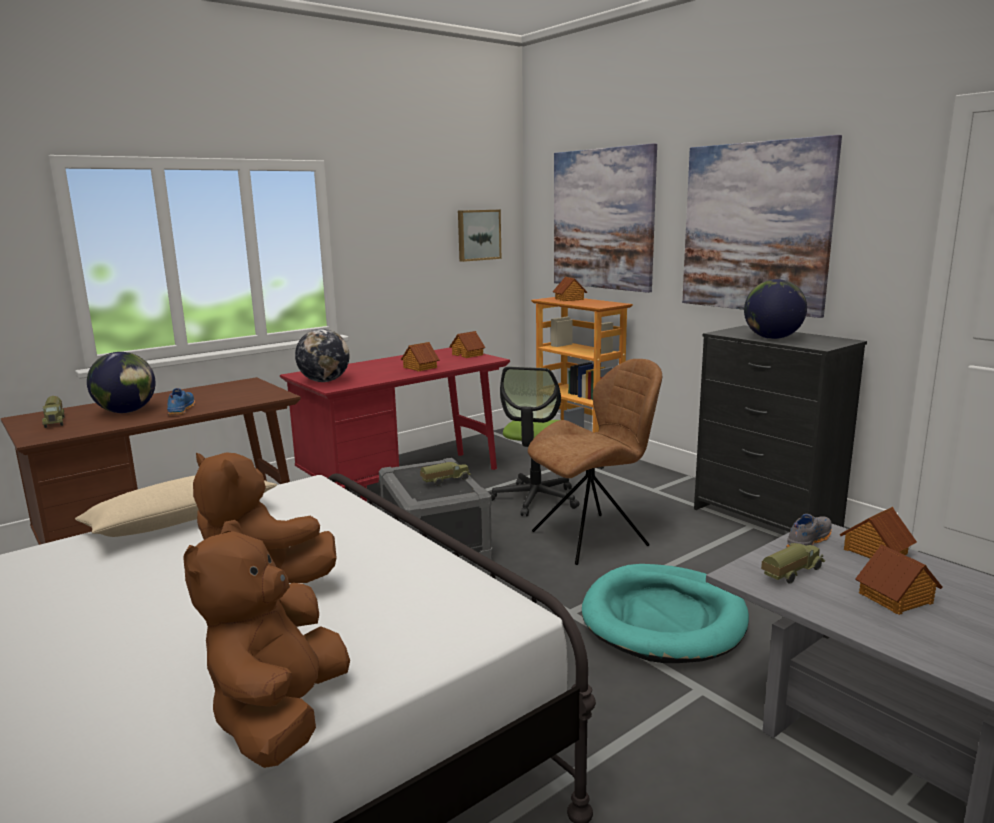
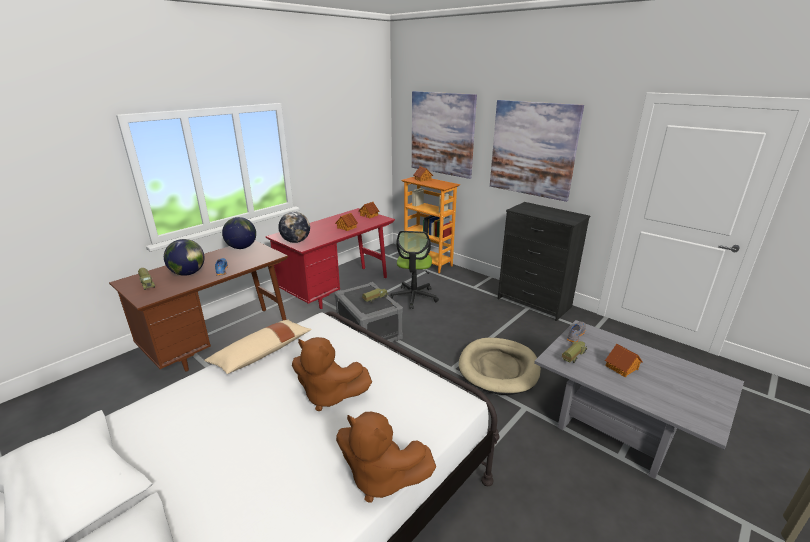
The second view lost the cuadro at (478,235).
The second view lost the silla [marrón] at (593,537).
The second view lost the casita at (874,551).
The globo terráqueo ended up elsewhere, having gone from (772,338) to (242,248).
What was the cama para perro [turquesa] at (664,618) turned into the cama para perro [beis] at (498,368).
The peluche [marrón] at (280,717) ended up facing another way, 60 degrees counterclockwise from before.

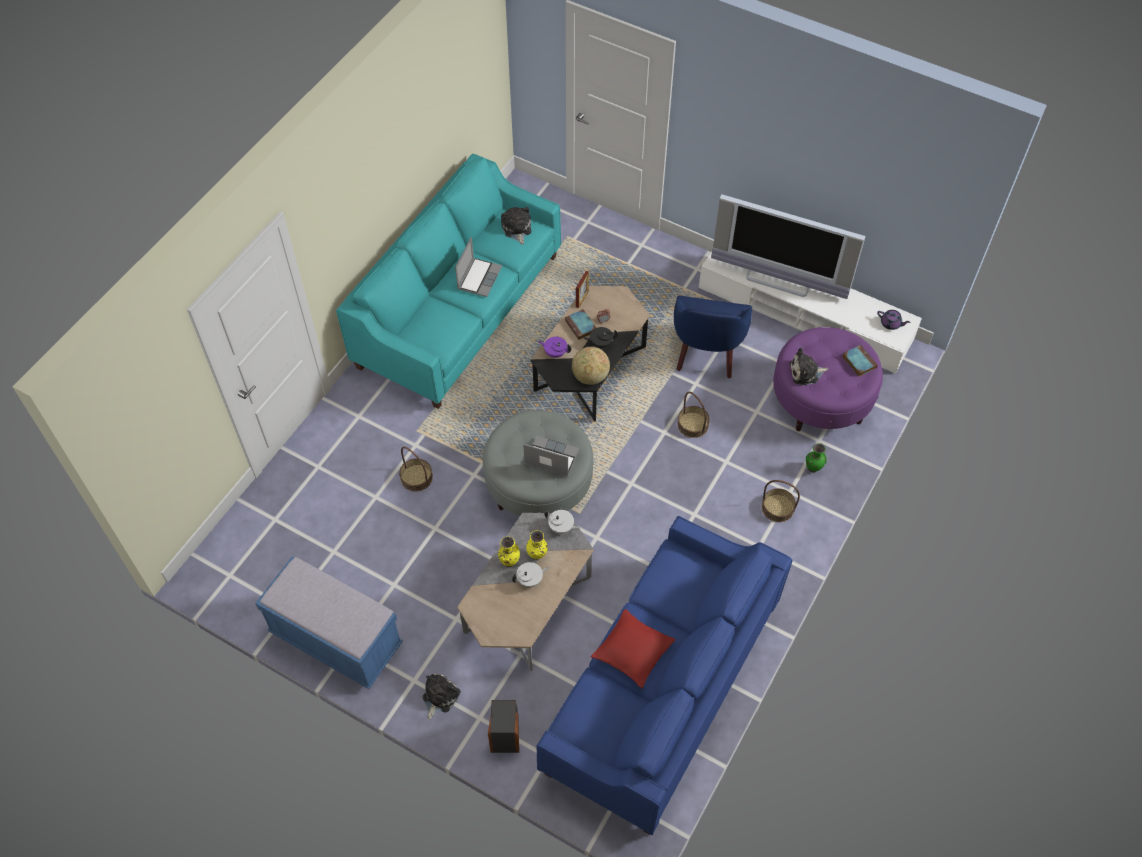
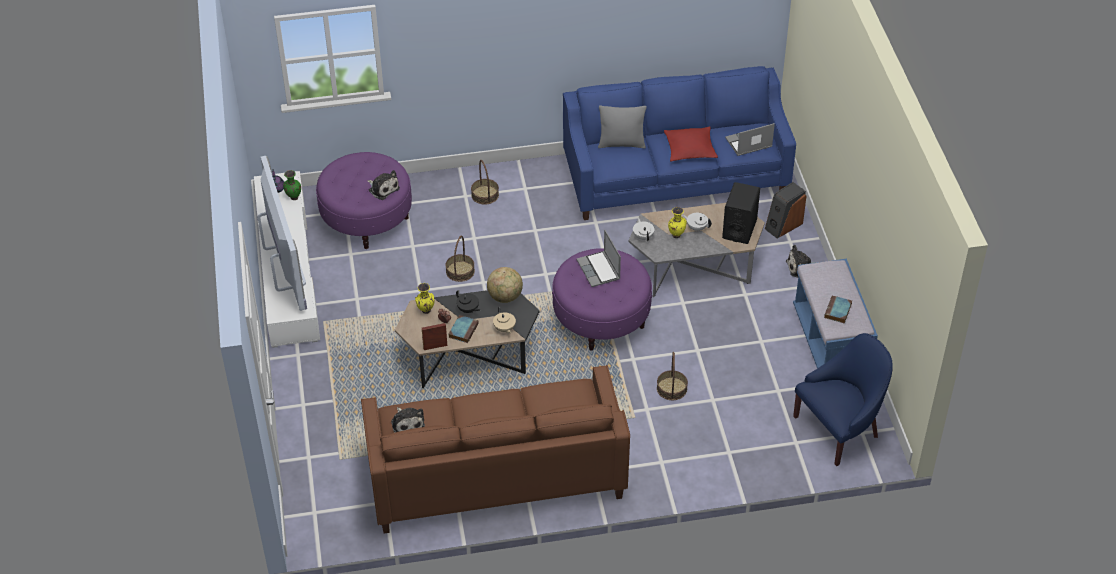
The second view gained the cojín [gris] at (621,144).
The second view gained the altavoz [negro] at (739,229).
The portátil ended up elsewhere, having gone from (479,277) to (748,143).
The florero [amarillo] ended up elsewhere, having gone from (509,562) to (425,311).
The sillón [azul] ended up elsewhere, having gone from (706,353) to (839,429).
The florero [verde] ended up elsewhere, having gone from (813,468) to (293,198).
The libro ended up elsewhere, having gone from (858,362) to (838,311).
What was the sofá [turquesa] at (459,311) turned into the sofá [marrón] at (495,474).
What was the puf [gris] at (538,485) turned into the puf [morado] at (601,319).
What was the tetera [morado] at (555,353) turned into the tetera [beis] at (504,329).
The peluche at (516,229) ended up facing another way, 60 degrees counterclockwise from before.

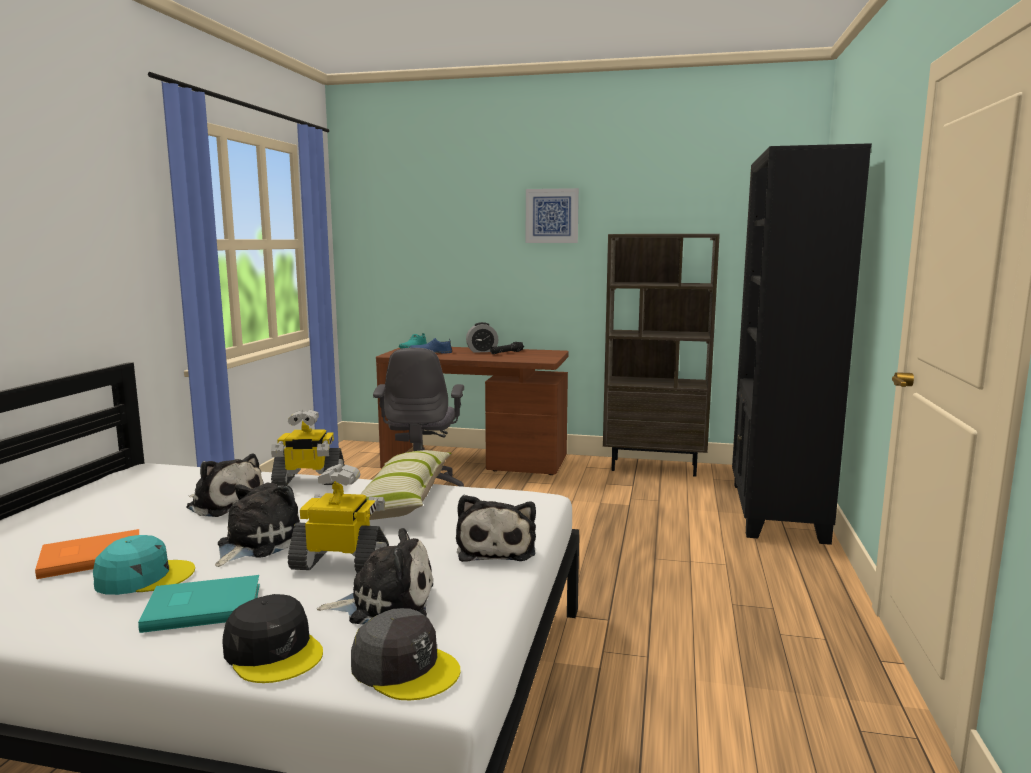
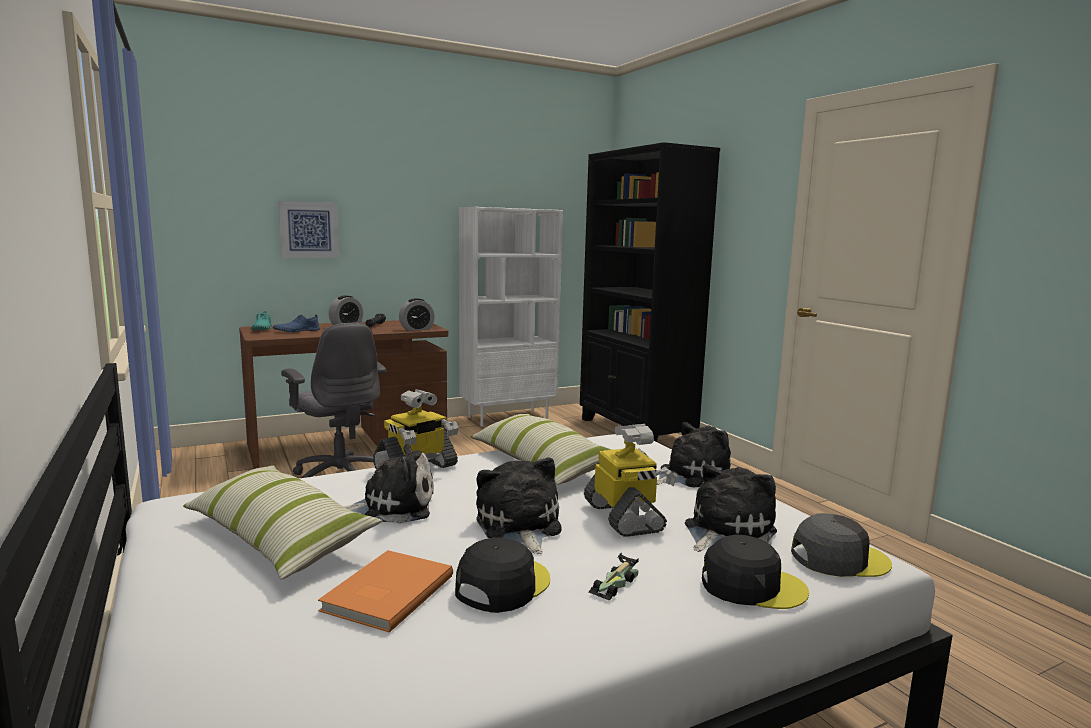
The second view gained the cojín at (278,537).
The second view gained the despertador at (416,329).
The cuadro ended up elsewhere, having gone from (552,216) to (309,230).
Where the libro [turquesa] stood at (202,606), the coche de juguete came to stand at (616,583).
What was the gorra [turquesa] at (144,577) turned into the gorra [negro] at (502,585).
What was the estantería [marrón] at (654,467) turned into the estantería [blanco] at (508,417).
The robot de juguete at (341,563) ended up facing another way, 105 degrees clockwise from before.
The peluche at (496,548) ended up facing another way, 75 degrees counterclockwise from before.

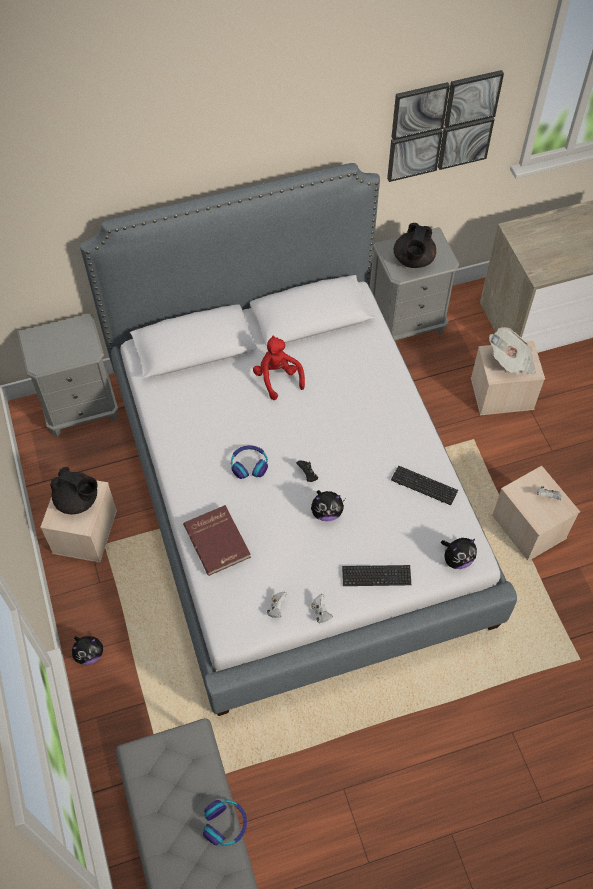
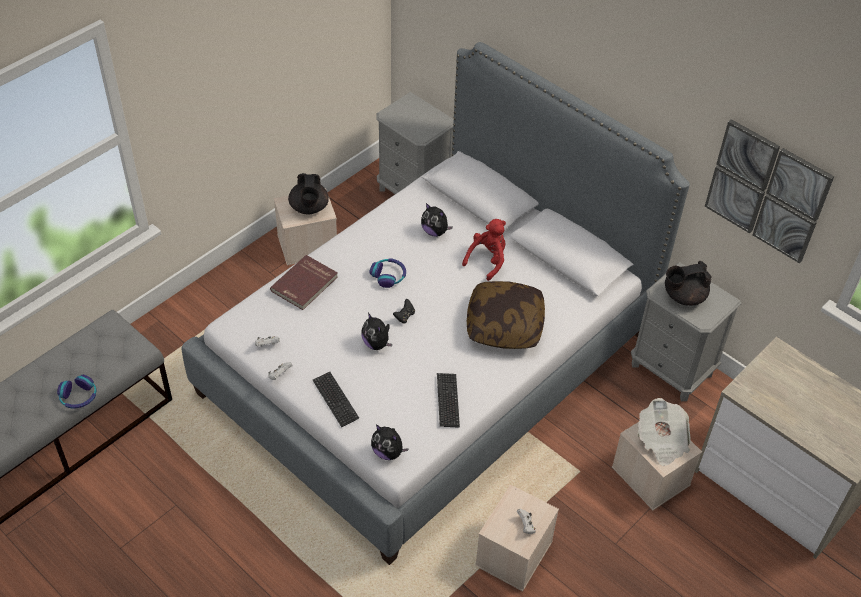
The second view gained the cojín at (504,325).
The peluche ended up elsewhere, having gone from (89,654) to (435,231).

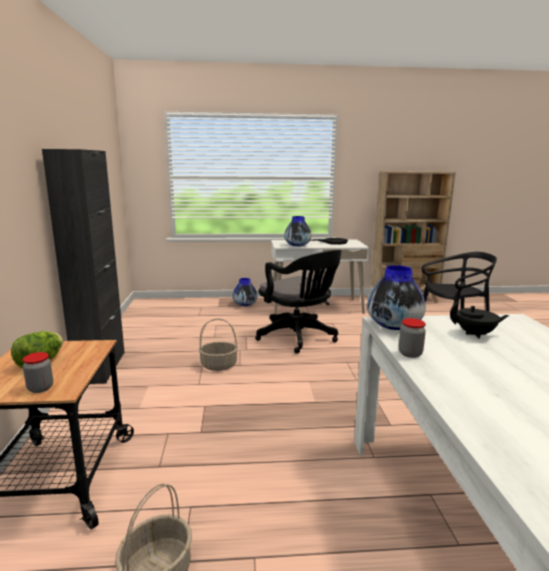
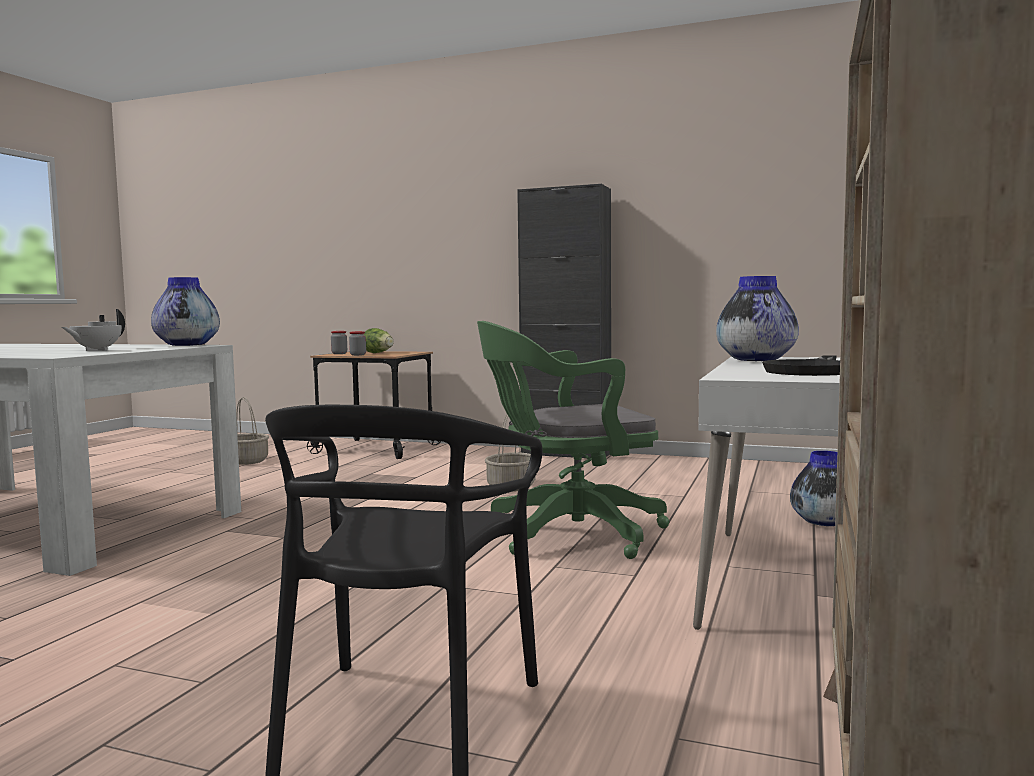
The tarro ended up elsewhere, having gone from (410,354) to (358,355).
What was the silla de oficina [negro] at (299,338) turned into the silla de oficina [verde] at (567,534).
What was the tetera [negro] at (476,334) turned into the tetera [blanco] at (96,350).

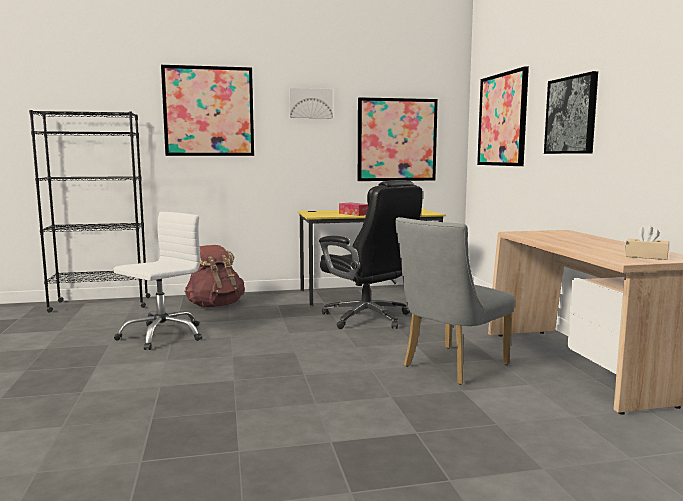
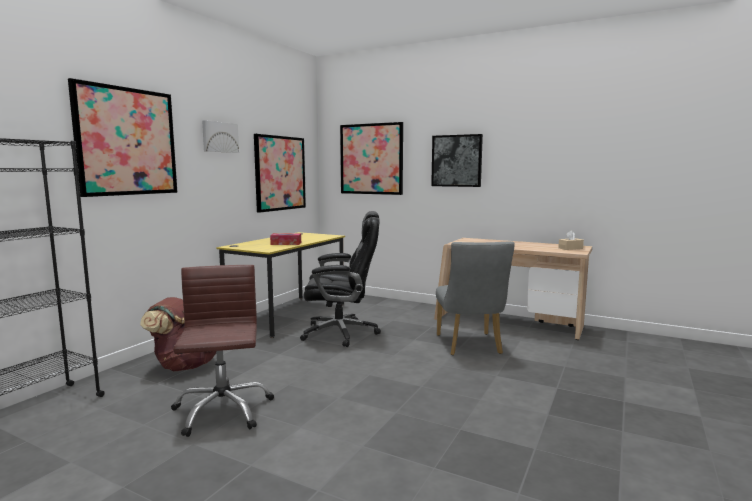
What was the silla de oficina [blanco] at (162,335) turned into the silla de oficina [marrón] at (222,411).

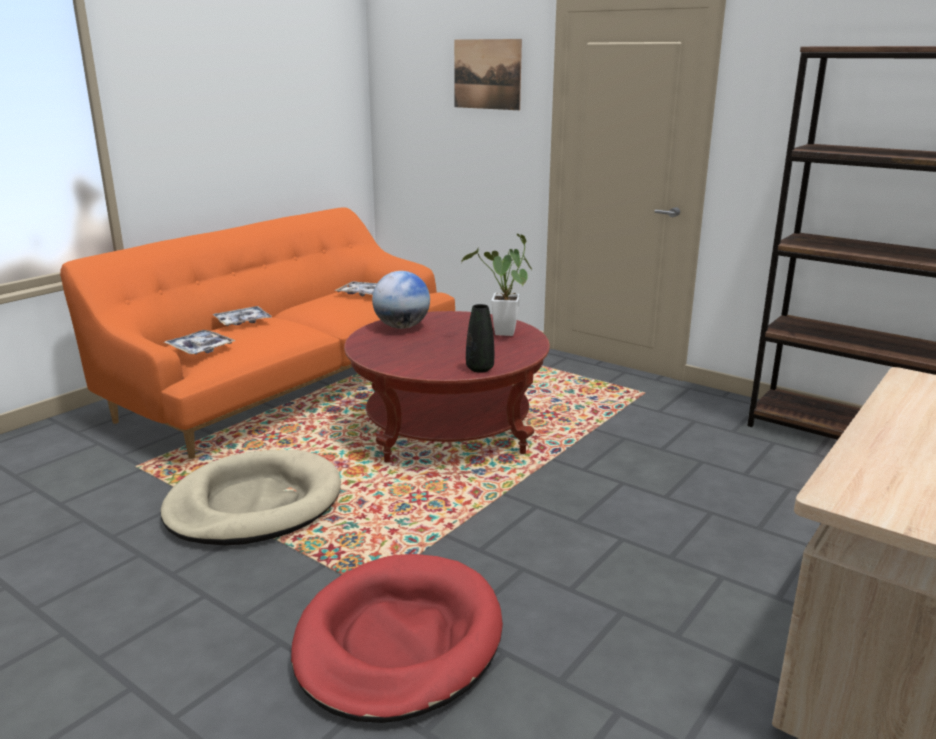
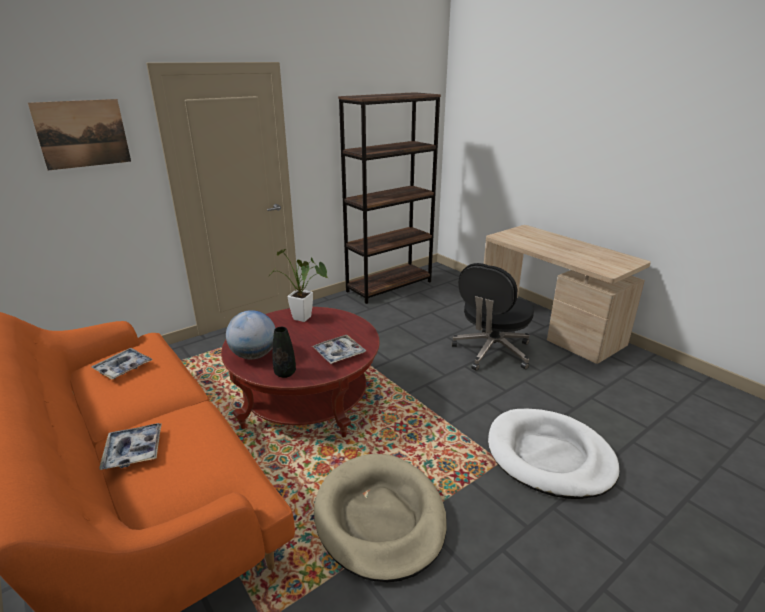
The second view gained the silla de oficina [negro] at (491,352).
The bandeja ended up elsewhere, having gone from (200,348) to (339,353).
The florero [negro] ended up elsewhere, having gone from (480,369) to (285,373).
What was the cama para perro [rojo] at (398,641) turned into the cama para perro [blanco] at (549,456).

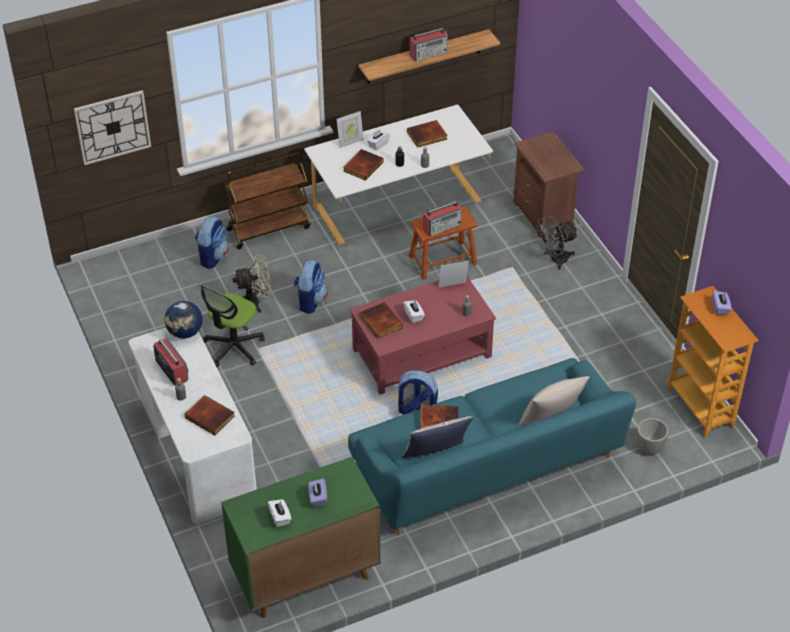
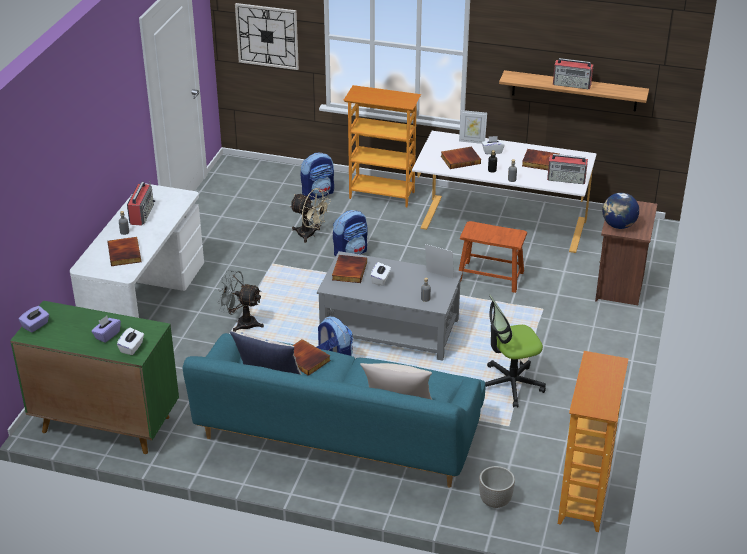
The globo terráqueo ended up elsewhere, having gone from (185,332) to (618,226).
The silla de oficina ended up elsewhere, having gone from (233,347) to (510,384).
The caja de pañuelos [blanco] ended up elsewhere, having gone from (280,517) to (132,348).
The radio ended up elsewhere, having gone from (442,226) to (567,179).
The ventilador [gris] ended up elsewhere, having gone from (555,259) to (241,323).
The caja de pañuelos [morado] ended up elsewhere, having gone from (720,308) to (35,325).
Where the carrito [marrón] stood at (269,228), the estantería came to stand at (382,195).
What was the mesa de centro [rojo] at (421,353) turned into the mesa de centro [gris] at (389,328).

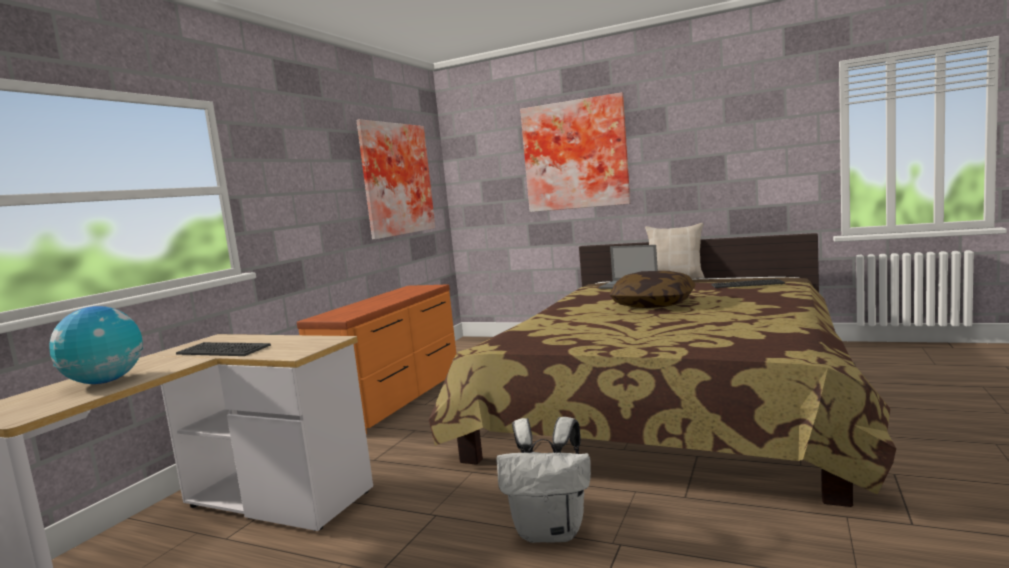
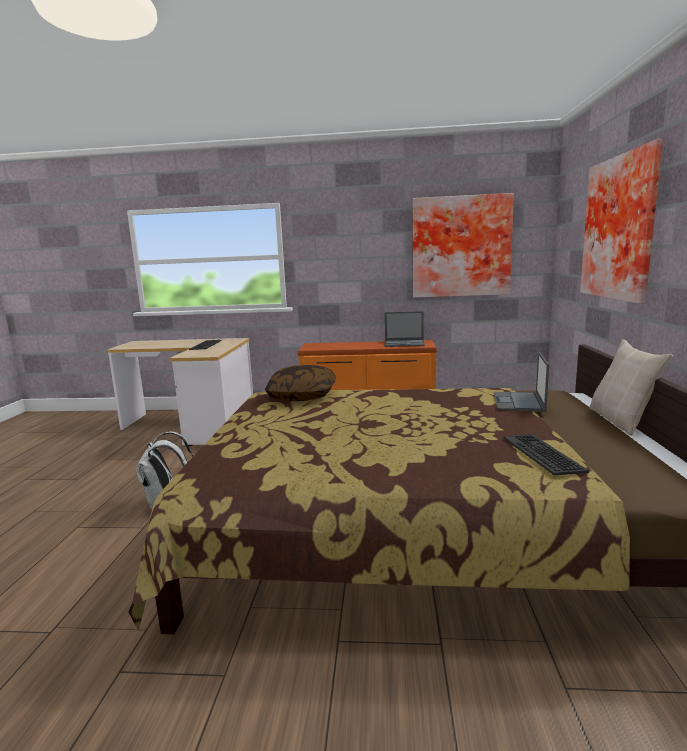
The second view lost the globo terráqueo at (105,382).
The second view gained the portátil at (404,343).
The cojín ended up elsewhere, having gone from (653,304) to (302,396).

